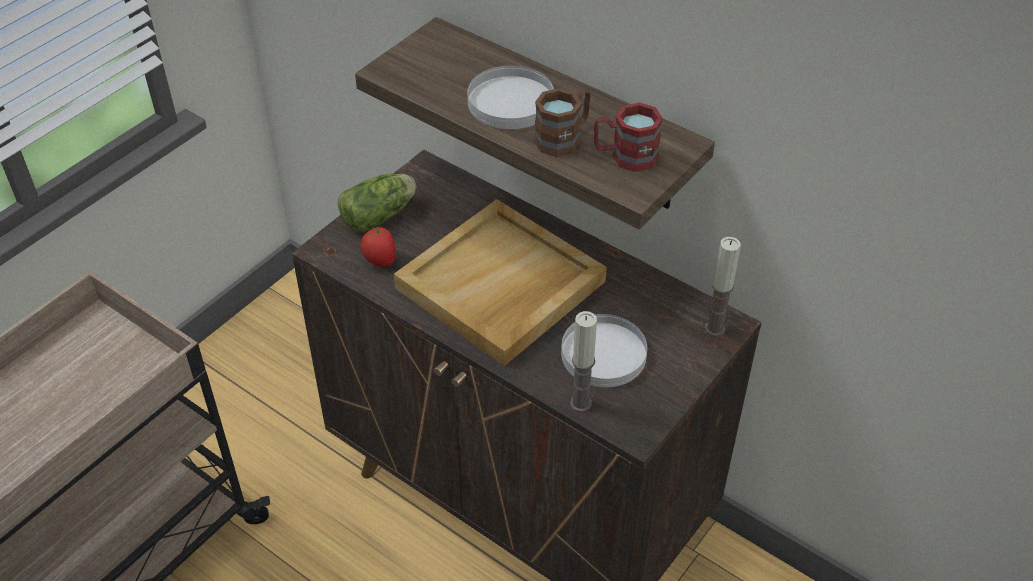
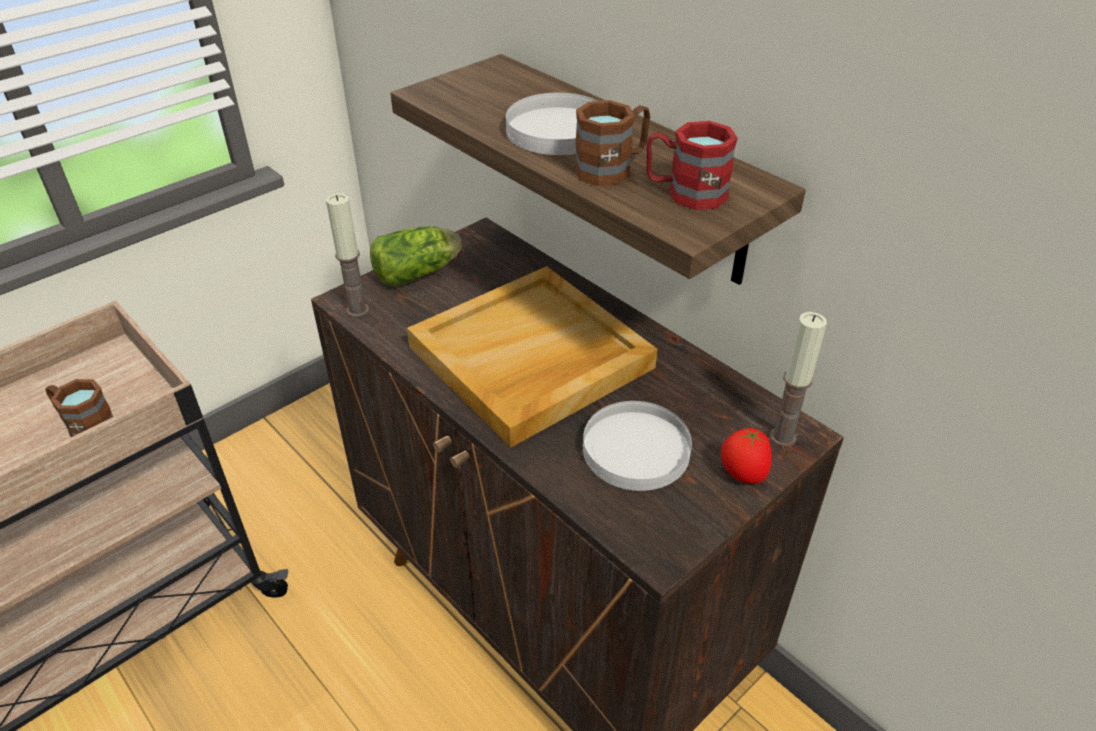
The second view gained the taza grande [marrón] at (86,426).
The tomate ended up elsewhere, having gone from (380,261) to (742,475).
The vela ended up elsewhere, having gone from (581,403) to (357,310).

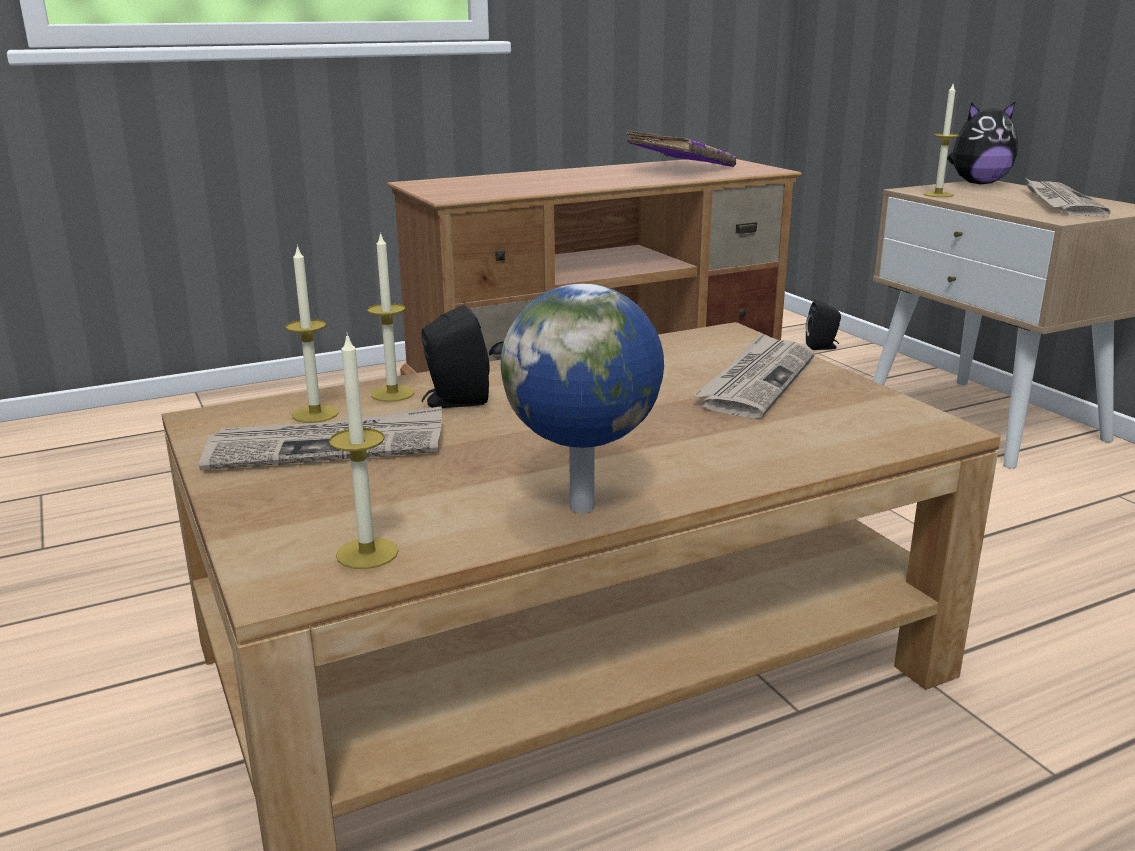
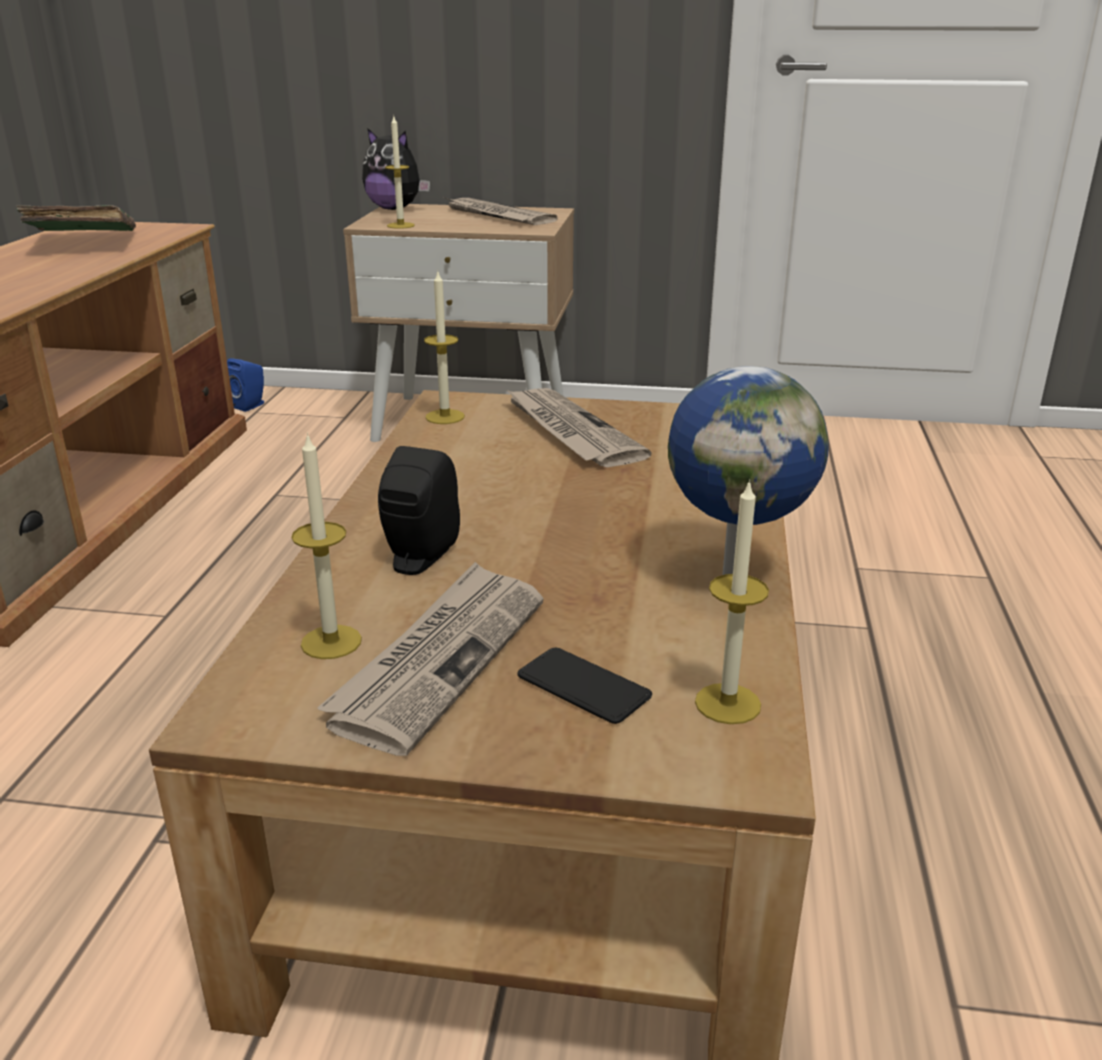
The second view gained the móvil at (583,687).
The vela ended up elsewhere, having gone from (392,393) to (445,417).
What was the libro [morado] at (680,169) turned into the libro [verde] at (83,243).
What was the altavoz [negro] at (822,347) turned into the altavoz [azul] at (250,405).
The peluche at (978,183) ended up facing another way, 90 degrees clockwise from before.

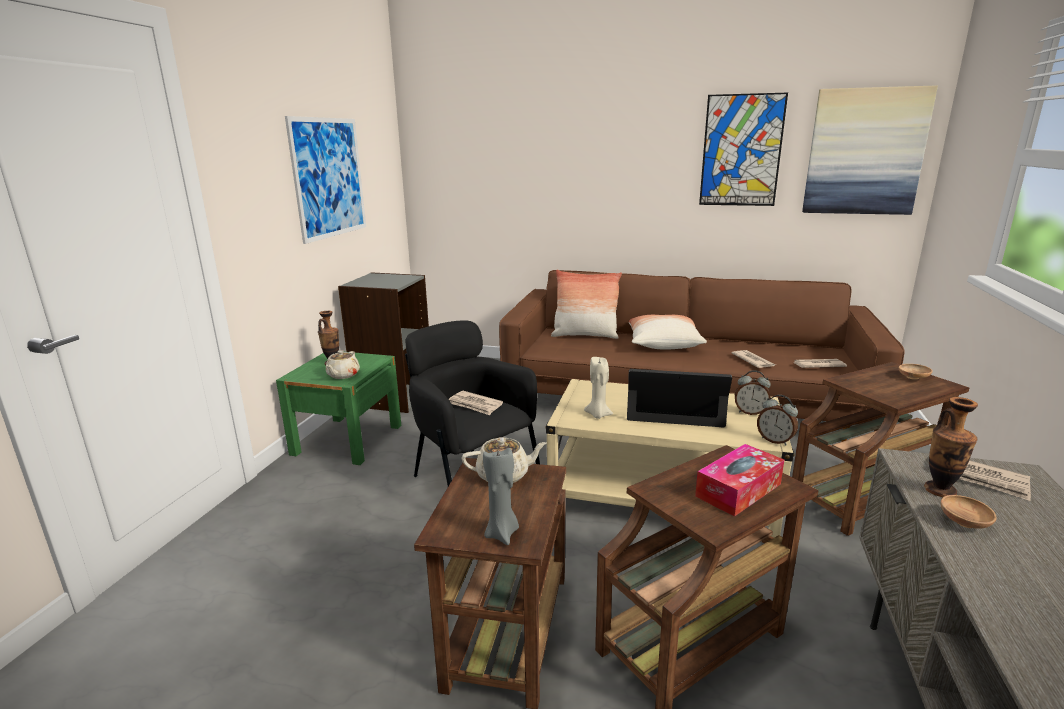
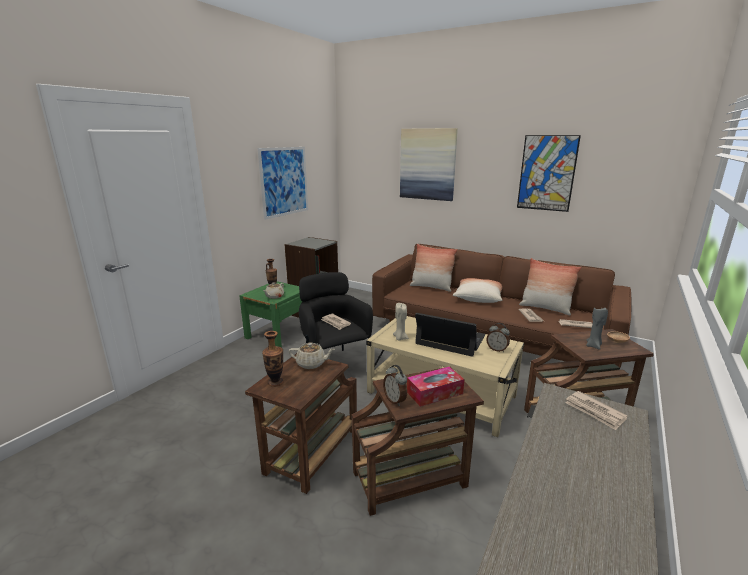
The second view lost the cuenco [marrón] at (964,522).
The second view gained the cojín at (545,308).
The vela [gris] ended up elsewhere, having gone from (502,533) to (593,346).
The despertador ended up elsewhere, having gone from (775,440) to (395,400).
The cuadro ended up elsewhere, having gone from (865,152) to (427,164).
The florero ended up elsewhere, having gone from (940,490) to (275,382).

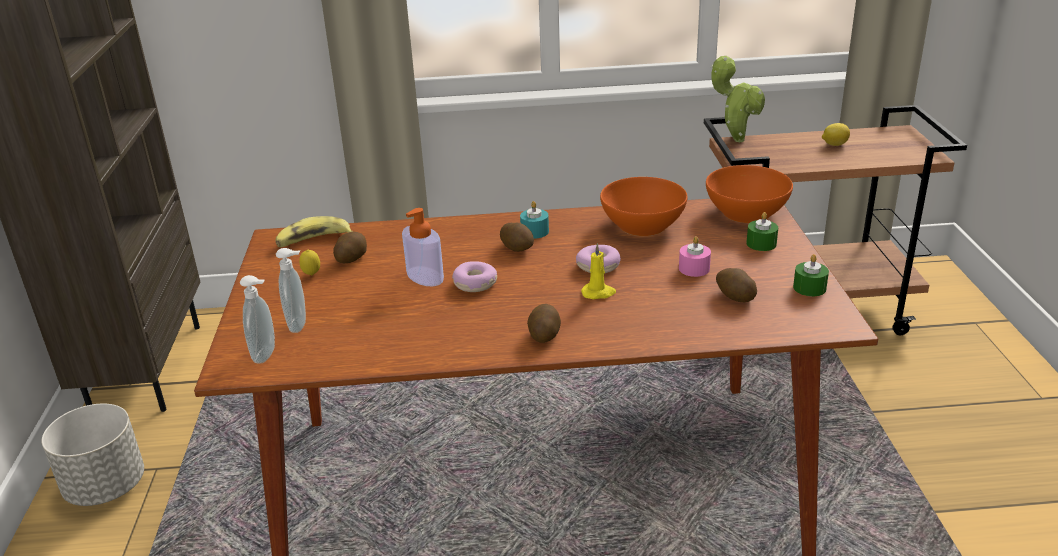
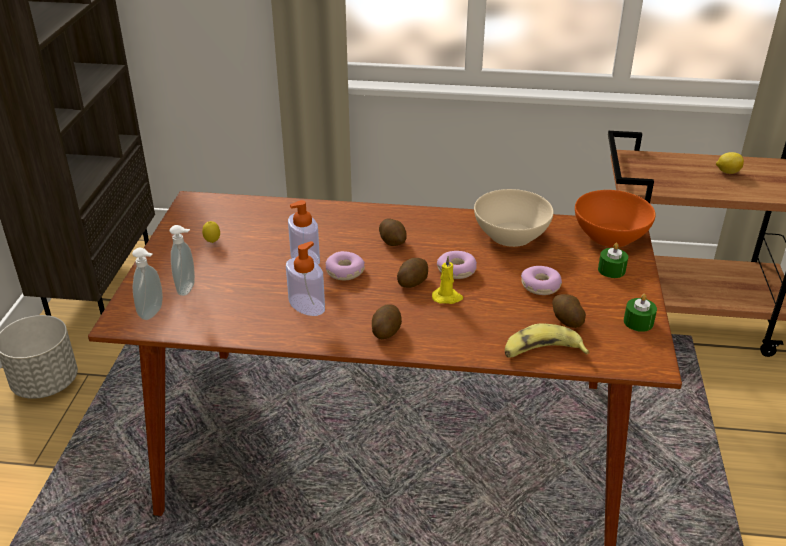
The second view lost the vela [turquesa] at (534,231).
The second view lost the planta en maceta at (735,139).
The second view gained the dispensador de jabón at (306,305).
The plátano ended up elsewhere, having gone from (314,241) to (541,352).
The patata ended up elsewhere, having gone from (351,258) to (412,281).
Where the vela [rosa] stood at (694,268), the rosquilla came to stand at (540,286).
What was the cuenco [naranja] at (643,225) turned into the cuenco [beis] at (511,234).

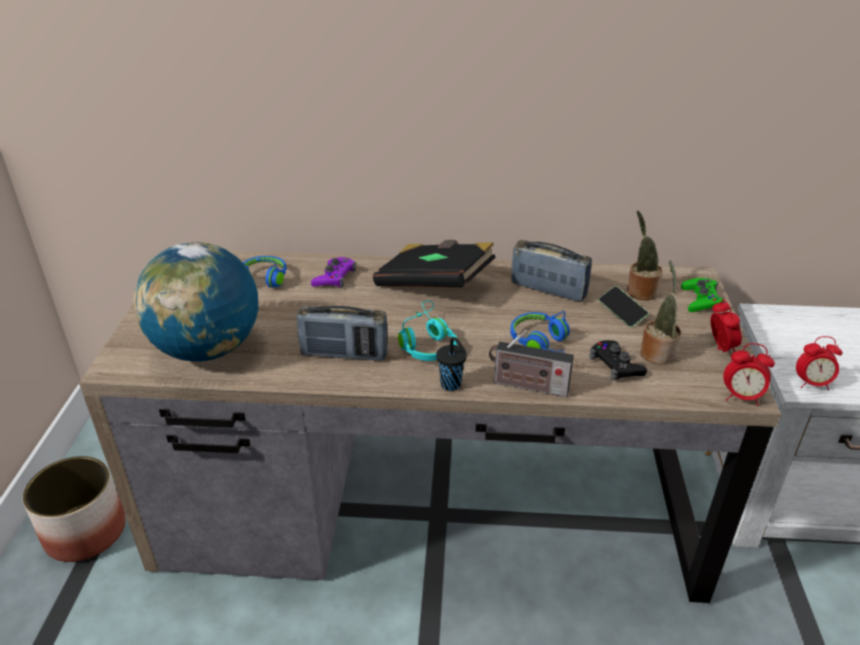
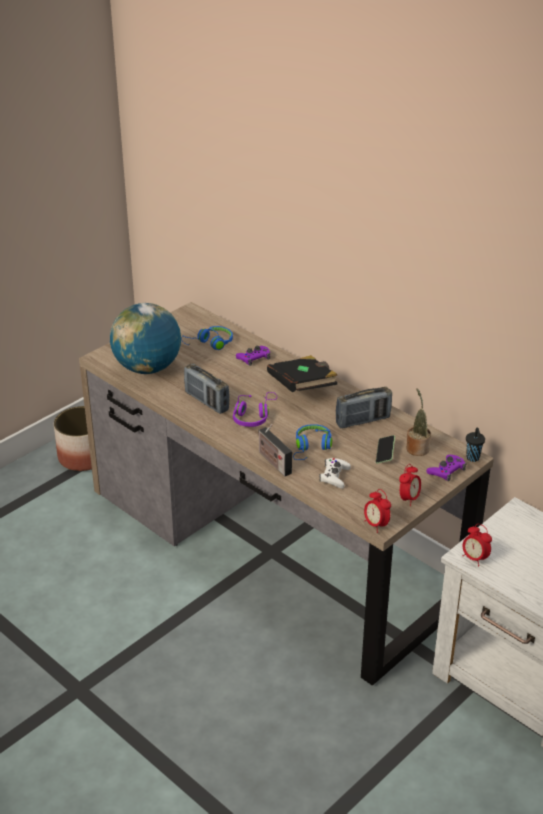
The second view lost the planta en maceta at (657,352).
The taza [negro] ended up elsewhere, having gone from (452,385) to (473,458).
What was the auriculares [turquesa] at (426,343) turned into the auriculares [morado] at (254,416).
What was the mando de consola [negro] at (615,365) turned into the mando de consola [blanco] at (334,476).
What was the mando de consola [verde] at (701,300) turned into the mando de consola [morado] at (446,471).
The radio at (548,290) ended up facing another way, 90 degrees clockwise from before.

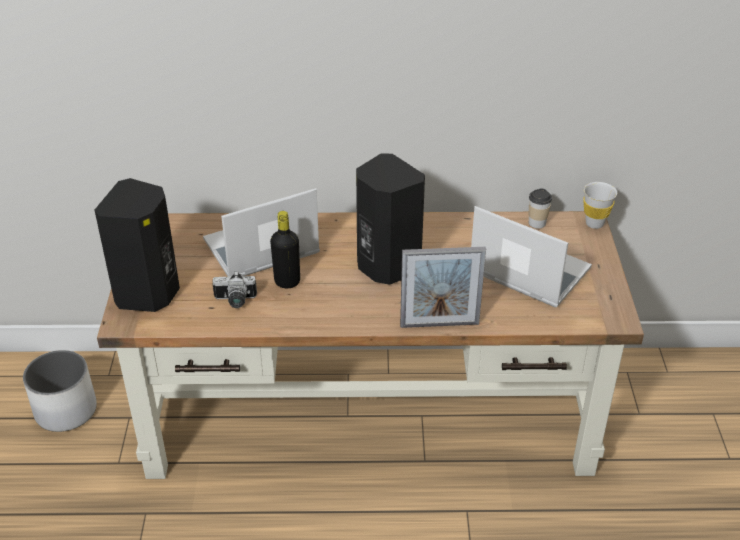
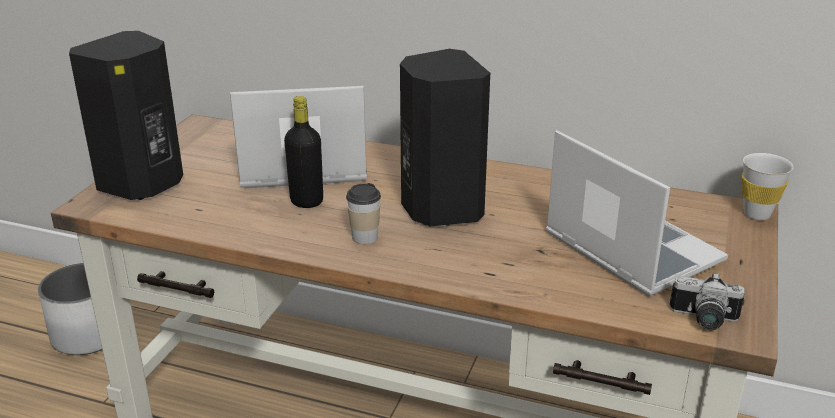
The second view lost the portarretratos at (439,324).
The cámara ended up elsewhere, having gone from (235,301) to (703,320).
The taza ended up elsewhere, having gone from (537,223) to (364,237).

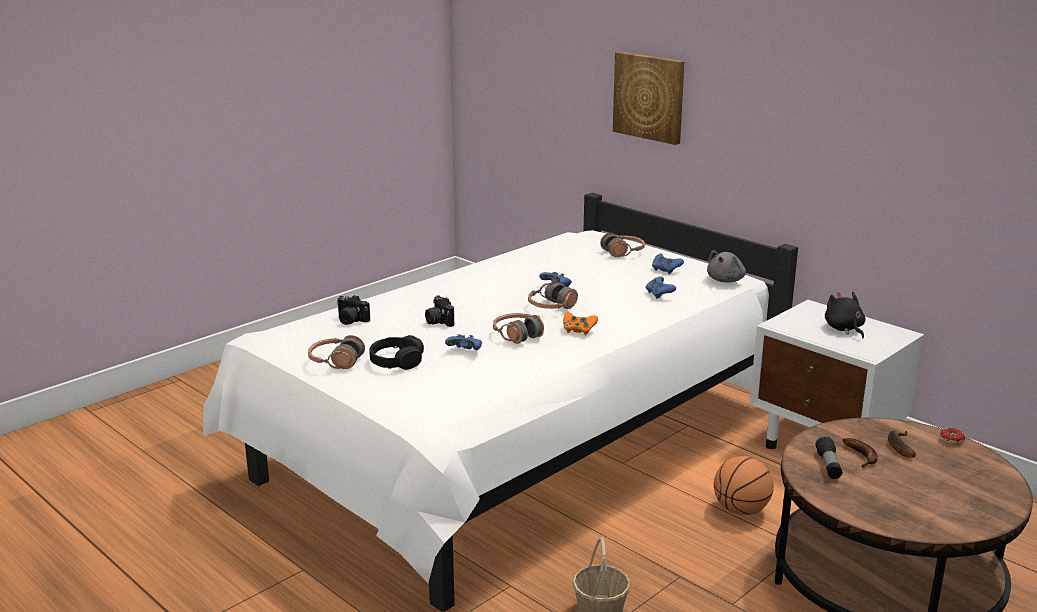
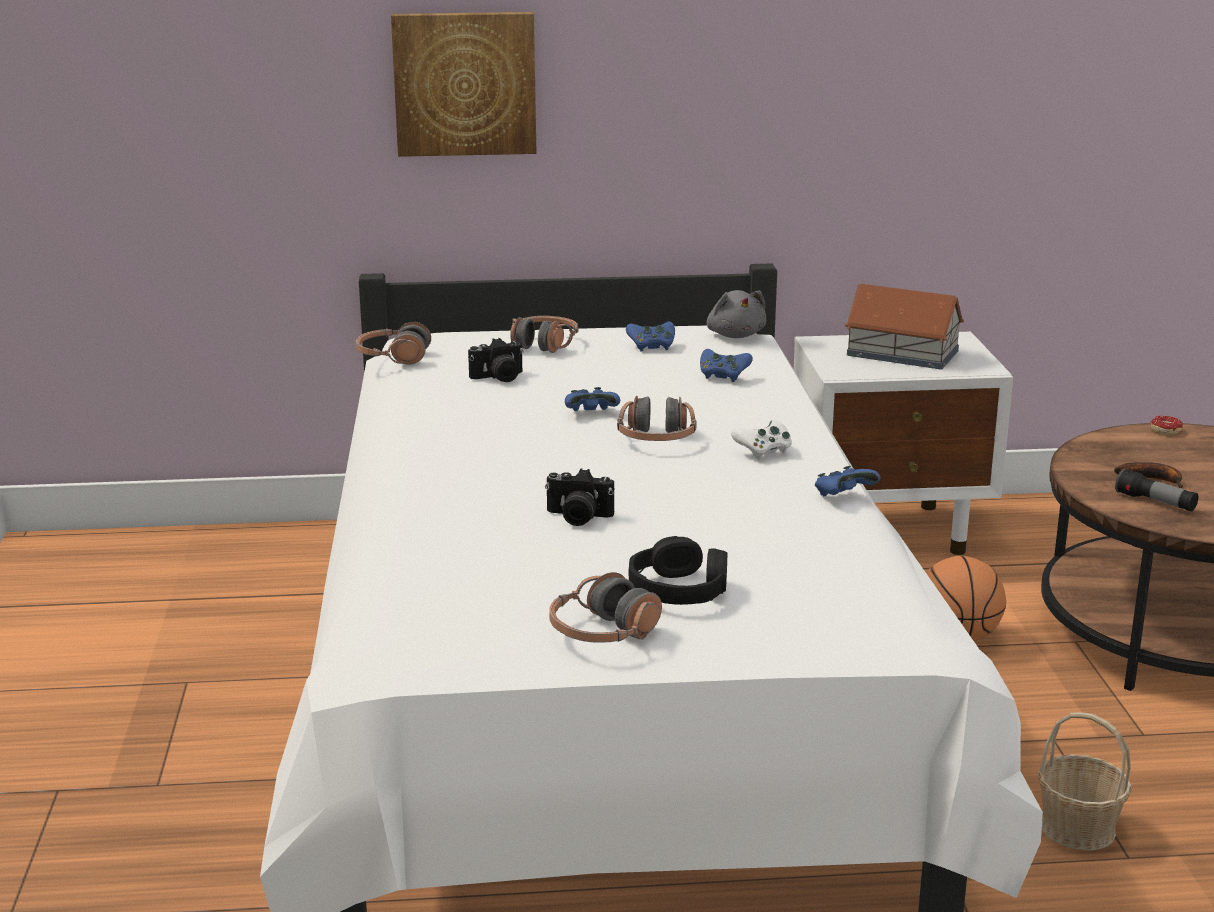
The second view lost the plátano at (898,446).
The cámara ended up elsewhere, having gone from (350,320) to (499,378).
The mando de consola [azul] ended up elsewhere, having gone from (465,351) to (843,496).
The auriculares ended up elsewhere, having gone from (518,335) to (393,357).
Where the peluche [negro] stood at (844,329), the casita came to stand at (903,353).
What was the mando de consola [naranja] at (578,331) turned into the mando de consola [blanco] at (763,452).

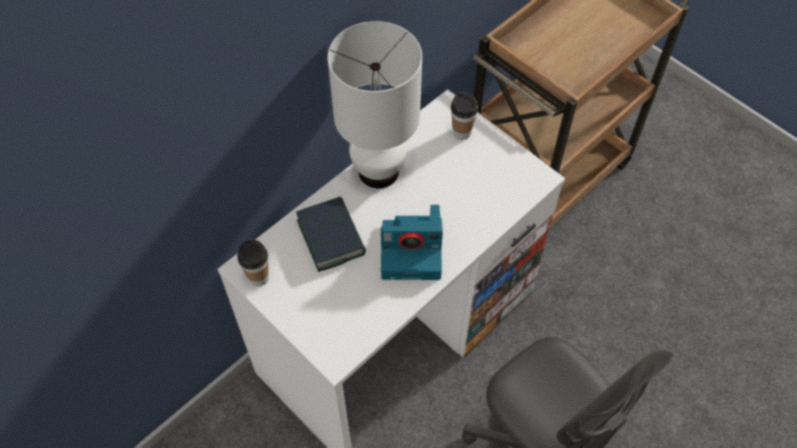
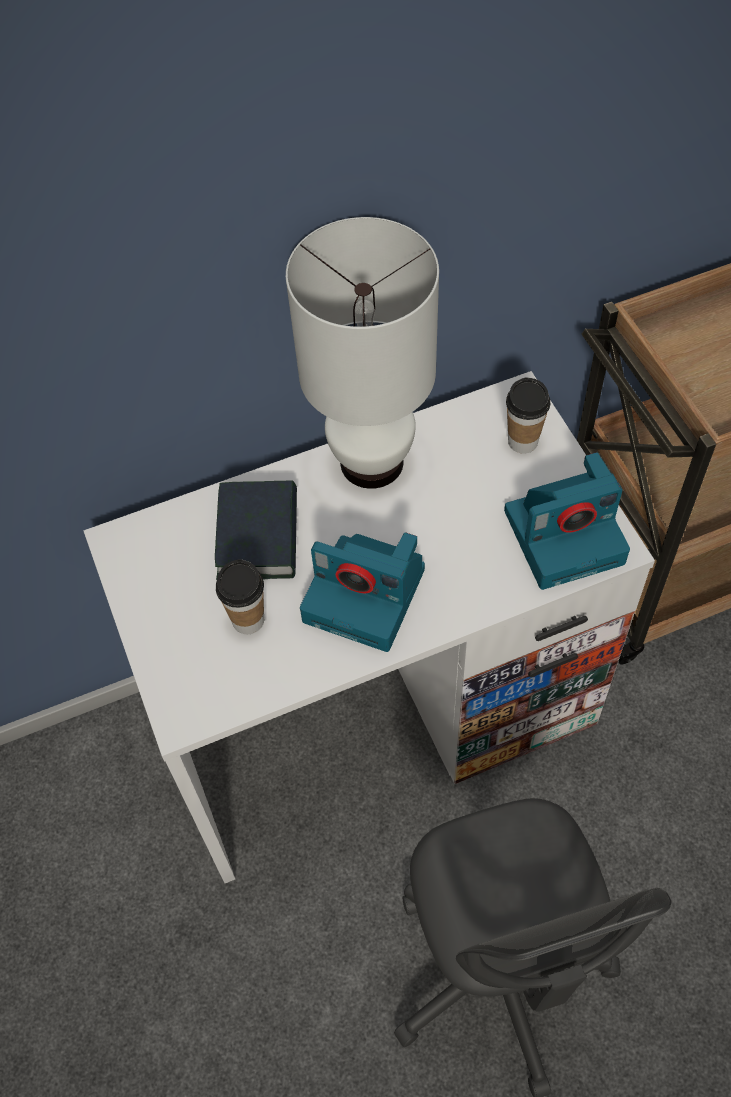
The second view gained the cámara at (566,535).
The taza ended up elsewhere, having gone from (258,277) to (248,620).

